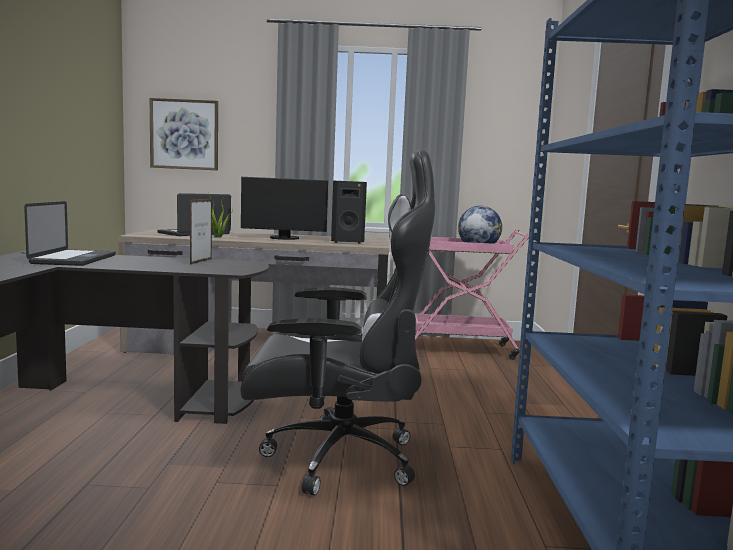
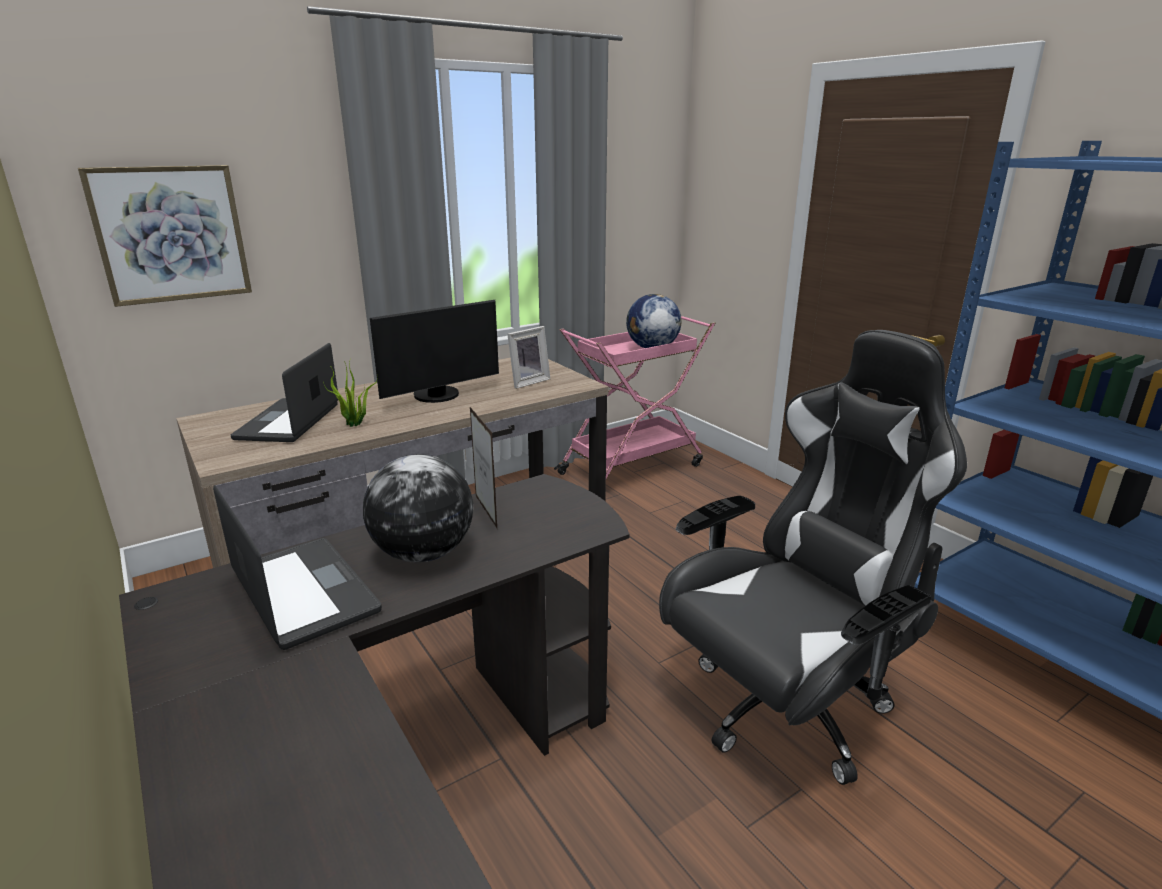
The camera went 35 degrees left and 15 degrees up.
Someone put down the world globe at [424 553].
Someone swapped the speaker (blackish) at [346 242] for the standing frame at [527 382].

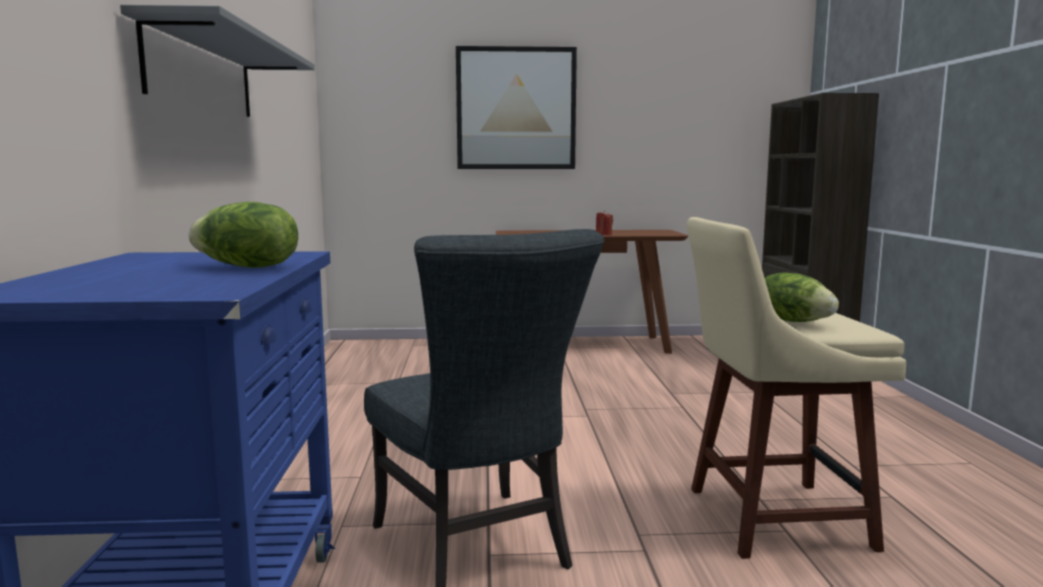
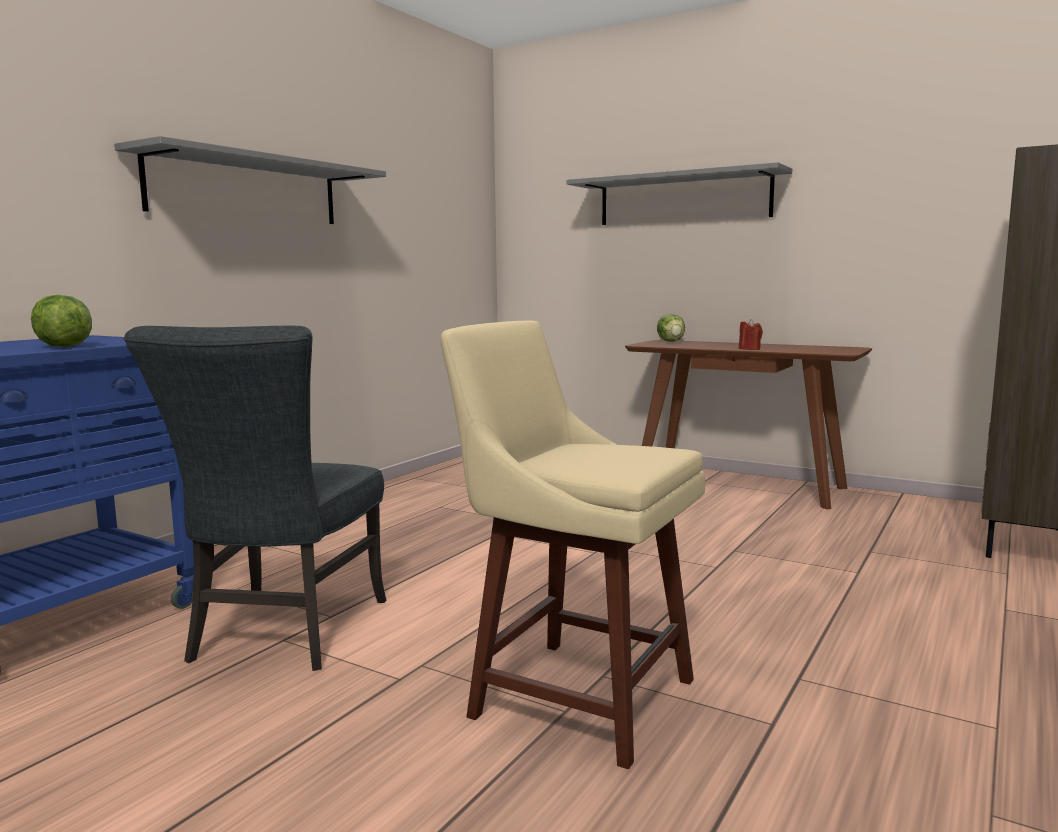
The camera went 35 degrees right and 0 degrees up.
Someone swapped the wall picture at [516 109] for the wall shelf (greyish) at [683 199].
Someone carried the head of lettuce from [793 321] to [672 341].

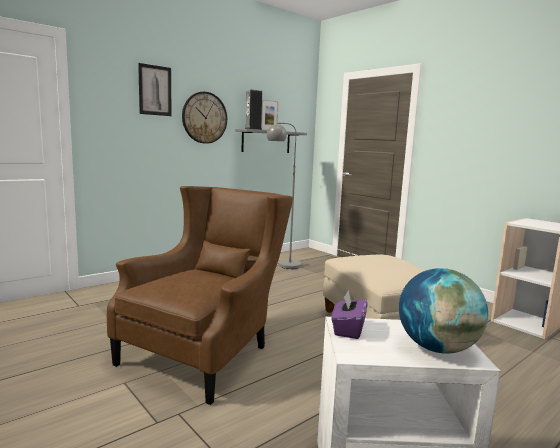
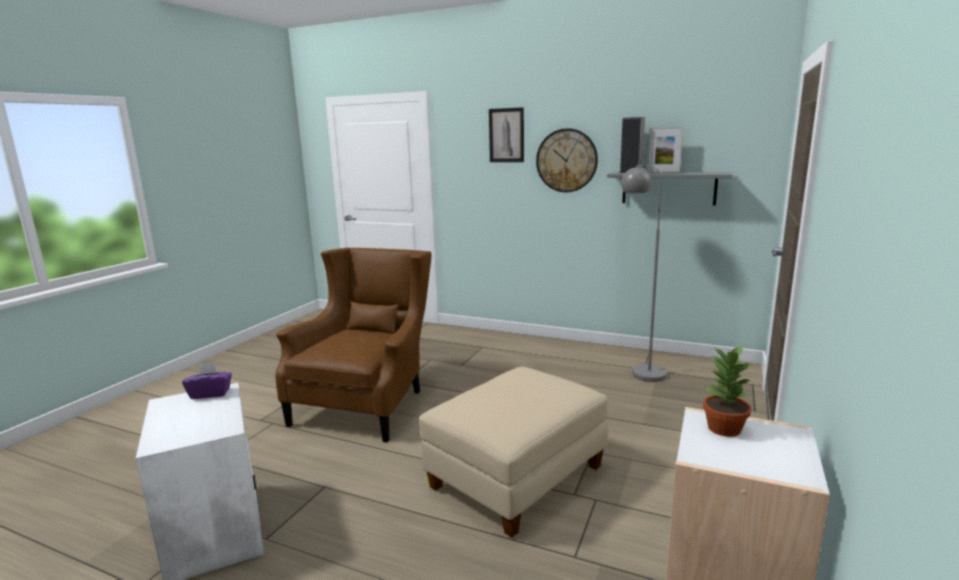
The camera went 65 degrees right and 5 degrees up.
Someone rotated the armchair (brownish) at [206 352] by 75 degrees counterclockwise.
Someone put down the potted plant at [723 428].
Someone took away the world globe at [437 348].

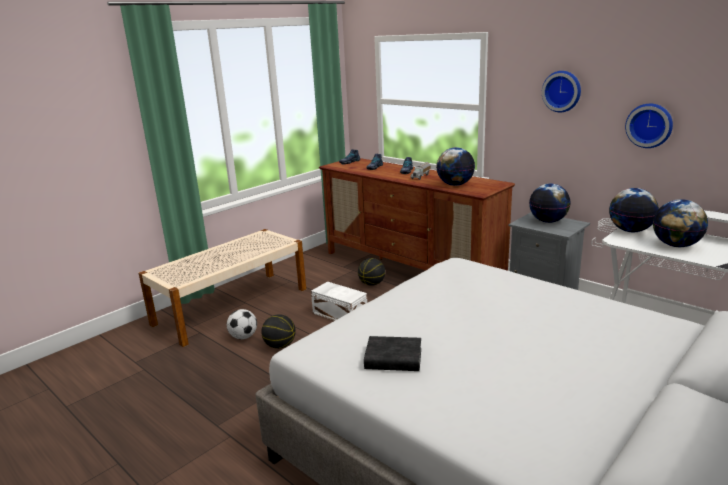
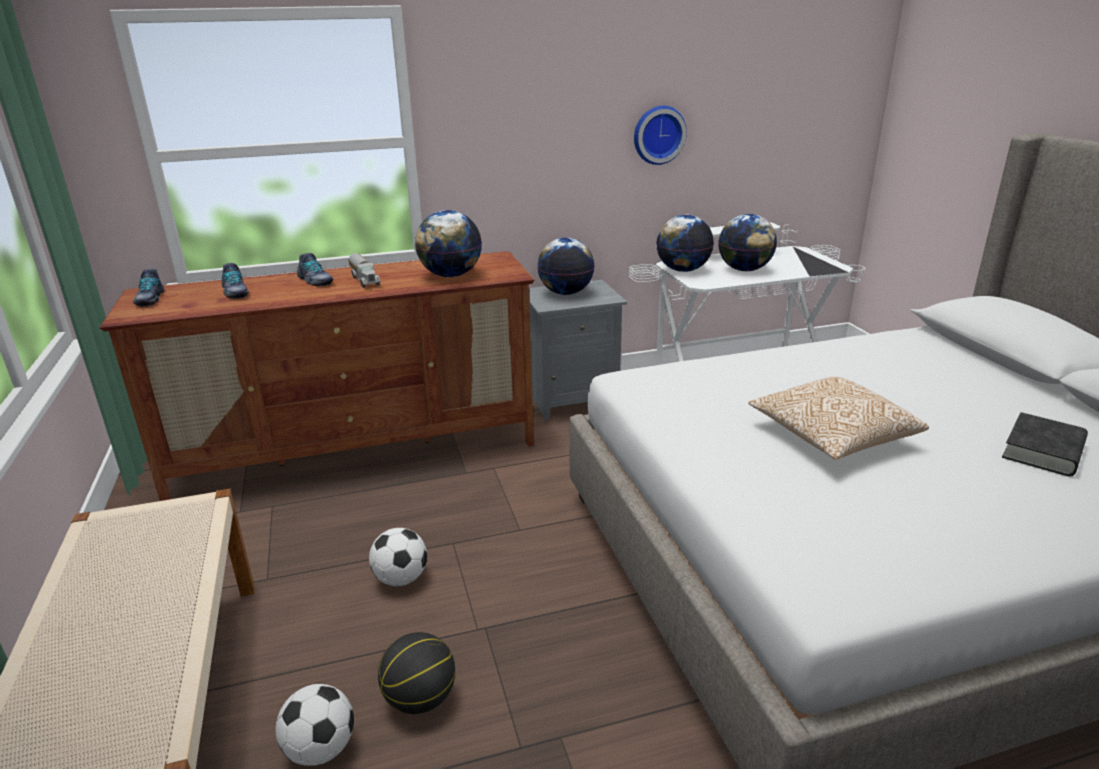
The camera went 60 degrees left and 5 degrees up.
Someone swapped the storage bin (white-coloured) at [340 314] for the football at [401 578].
Someone put down the pillow at [831 437].
Someone carried the book (blackish) from [393 359] to [1043 451].
Someone took away the basketball ball at [372 284].
Someone took away the wall clock at [562 91].

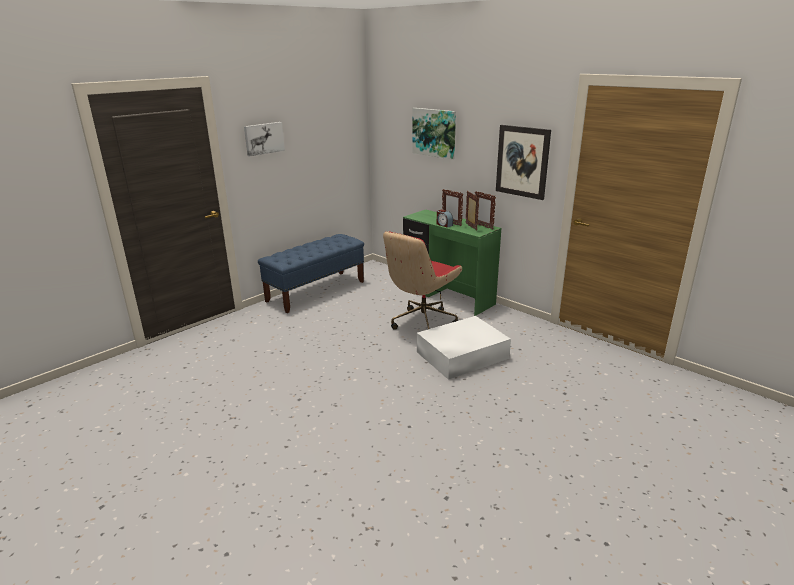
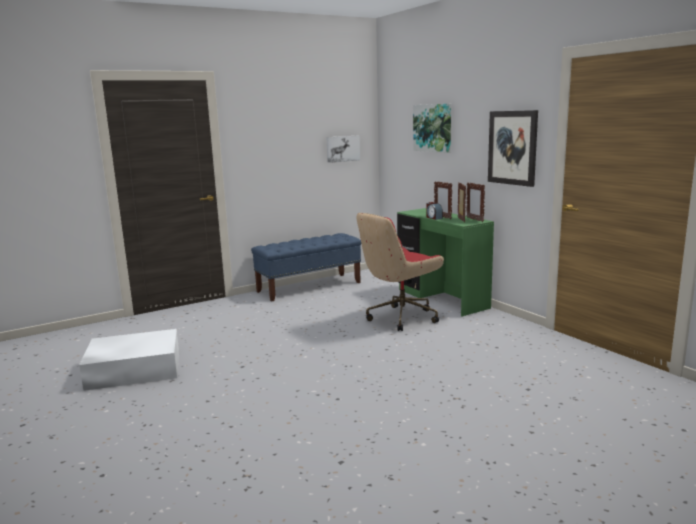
The camera went 15 degrees right and 10 degrees down.
Someone carried the storage bin (white-coloured) from [461 355] to [133 369].
Someone carried the wall picture from [263 138] to [342 148].

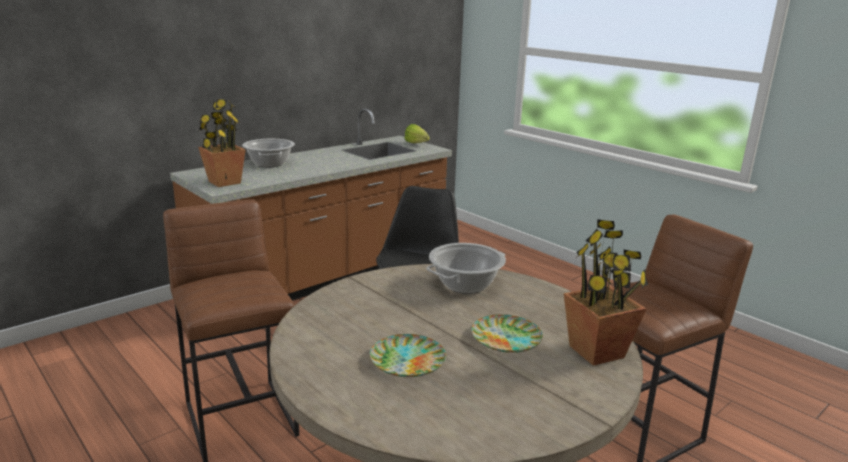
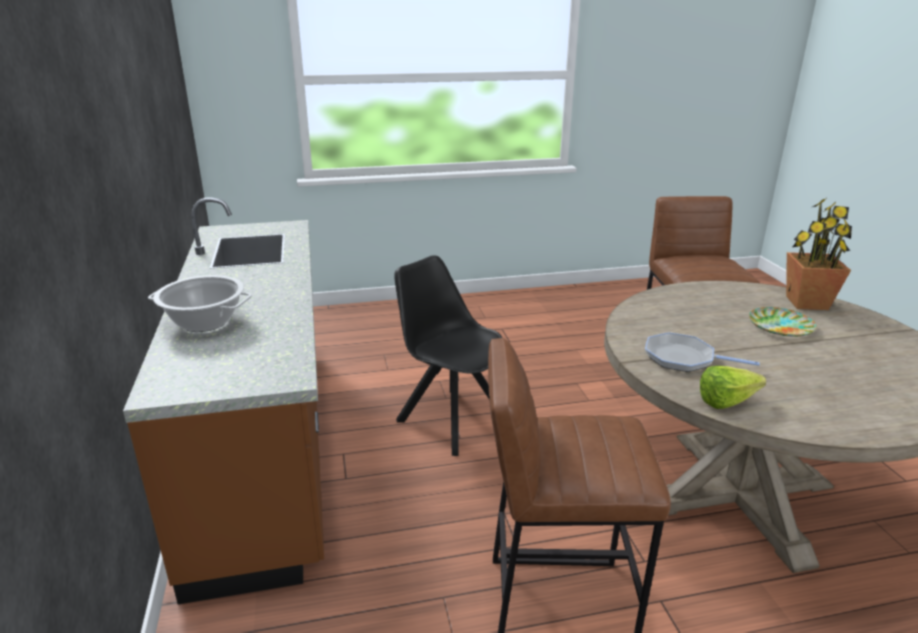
The camera went 60 degrees left and 5 degrees up.
Someone put down the pan at [683 358].
Someone carried the head of lettuce from [418 144] to [732 402].
Someone took away the potted plant at [224 182].
Someone took away the dinner plate at [407 360].
Someone took away the cooking pot at [465 284].

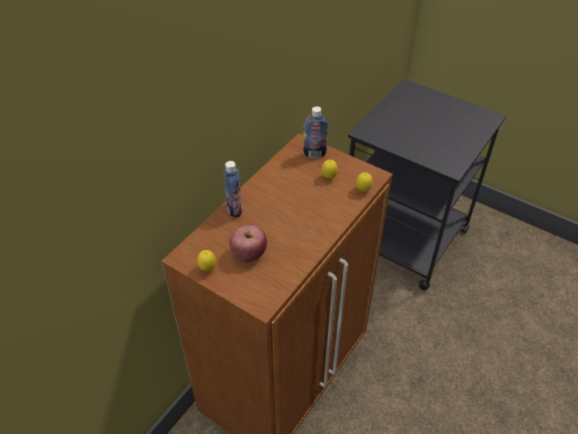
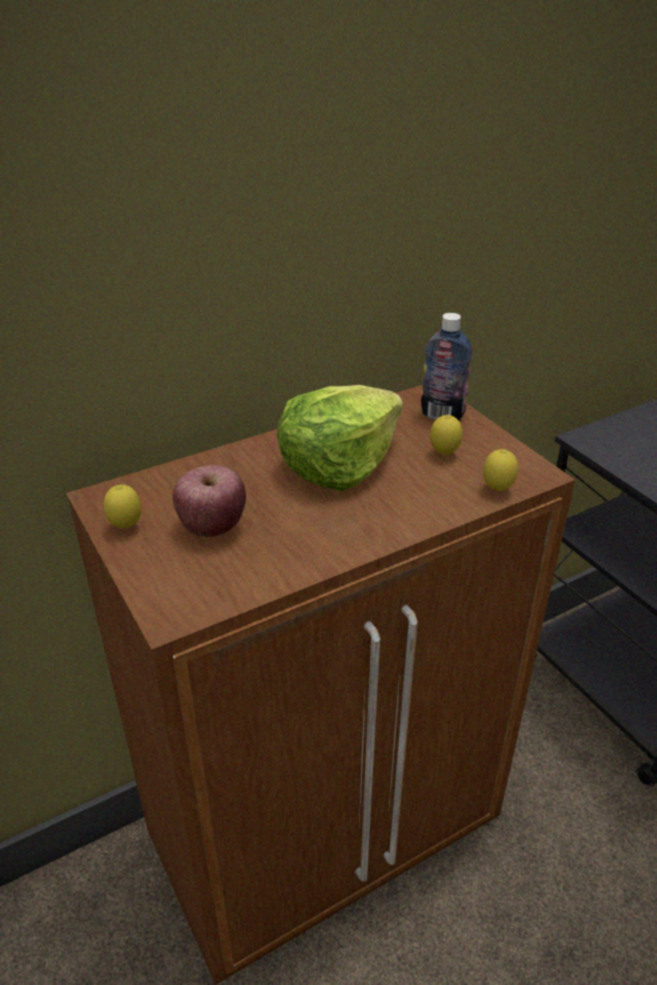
The camera went 25 degrees right and 10 degrees down.
Someone put down the head of lettuce at [339 464].
Someone took away the drink bottle at [234 209].

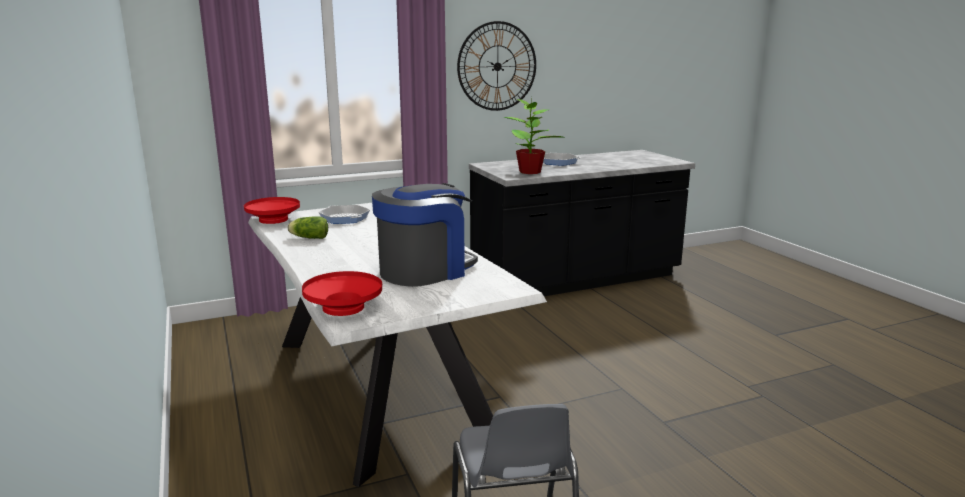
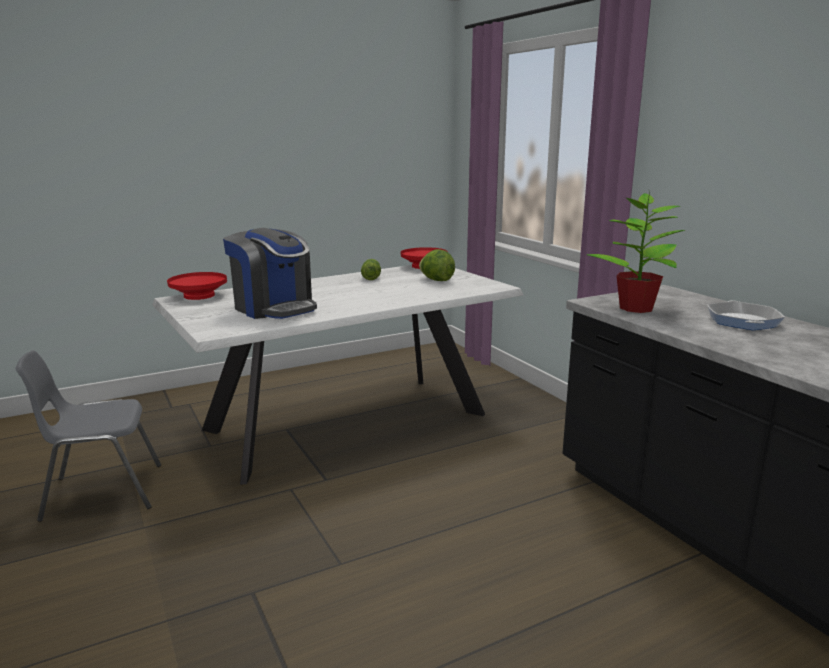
The camera went 85 degrees right and 0 degrees up.
Someone swapped the pan at [344 218] for the head of lettuce at [436 280].
Someone took away the wall clock at [497 66].

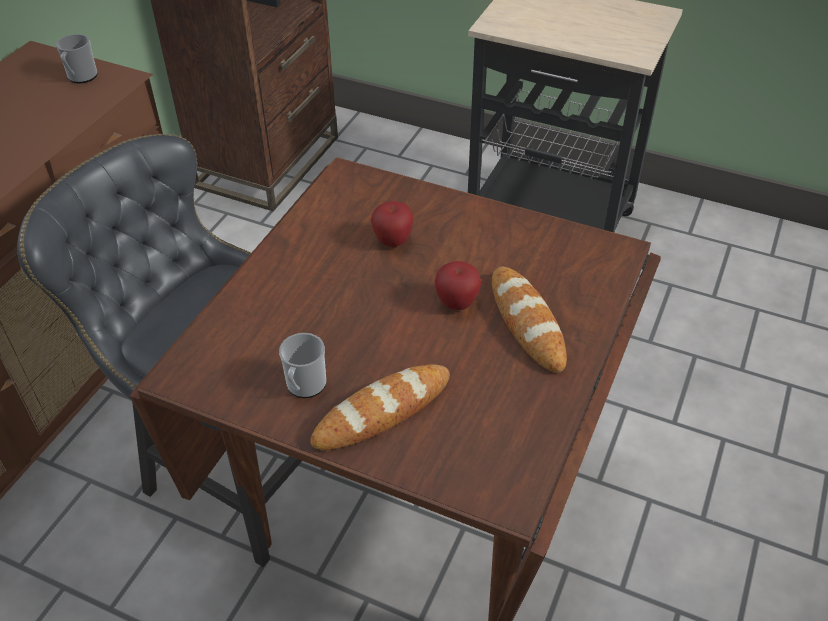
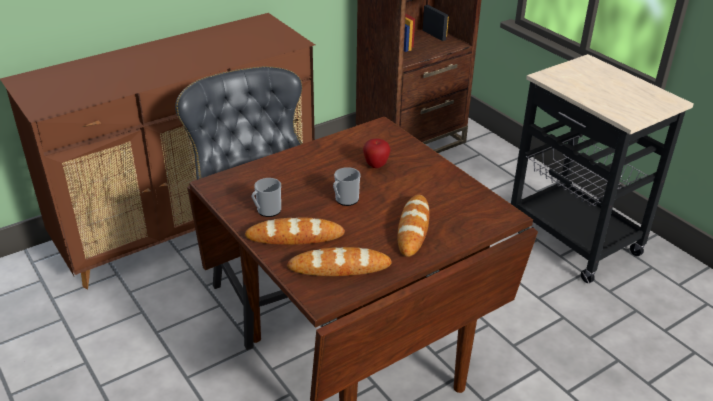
The camera went 30 degrees right and 10 degrees down.
Someone put down the bakery bread at [339 267].
Someone carried the tea mug from [81 77] to [345 200].
Someone took away the apple at [457 303].

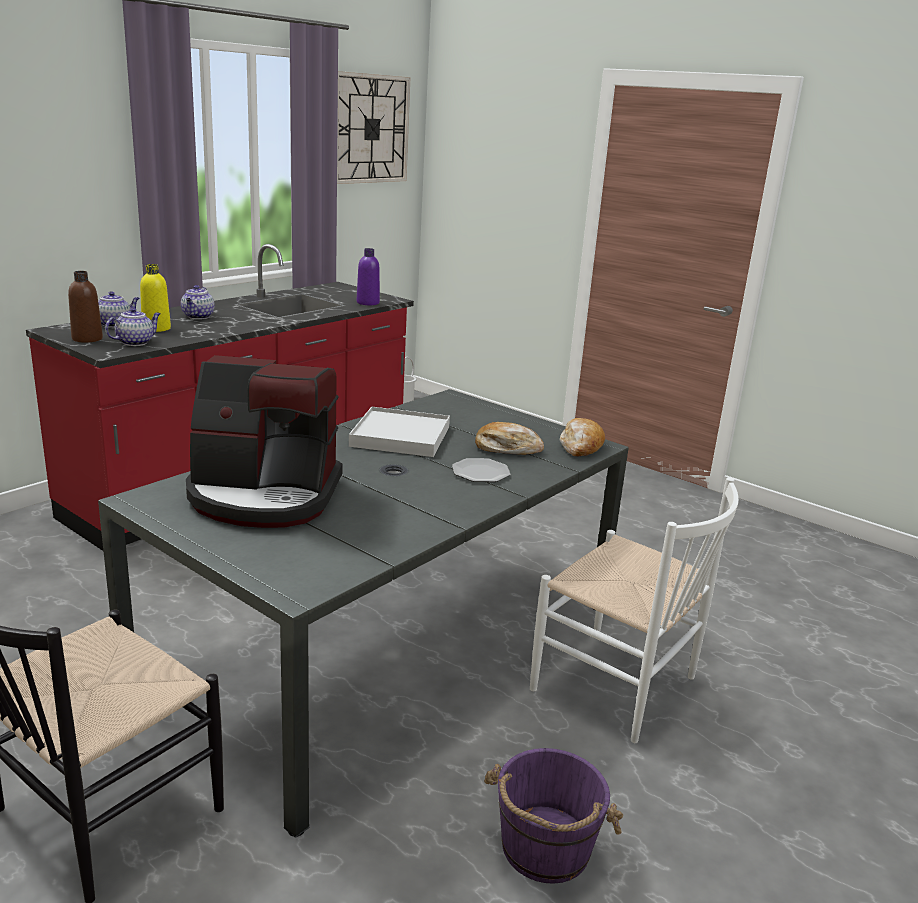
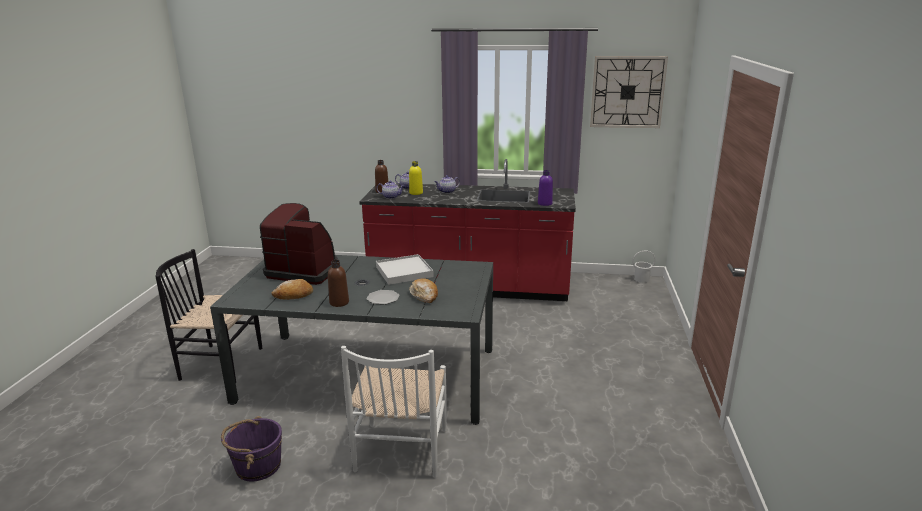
The camera went 60 degrees right and 0 degrees up.
Someone rotated the coffee maker at [264 496] by 135 degrees clockwise.
Someone carried the bakery bread from [581 446] to [294 295].
Someone put down the drink bottle (brownish) at [339 302].

